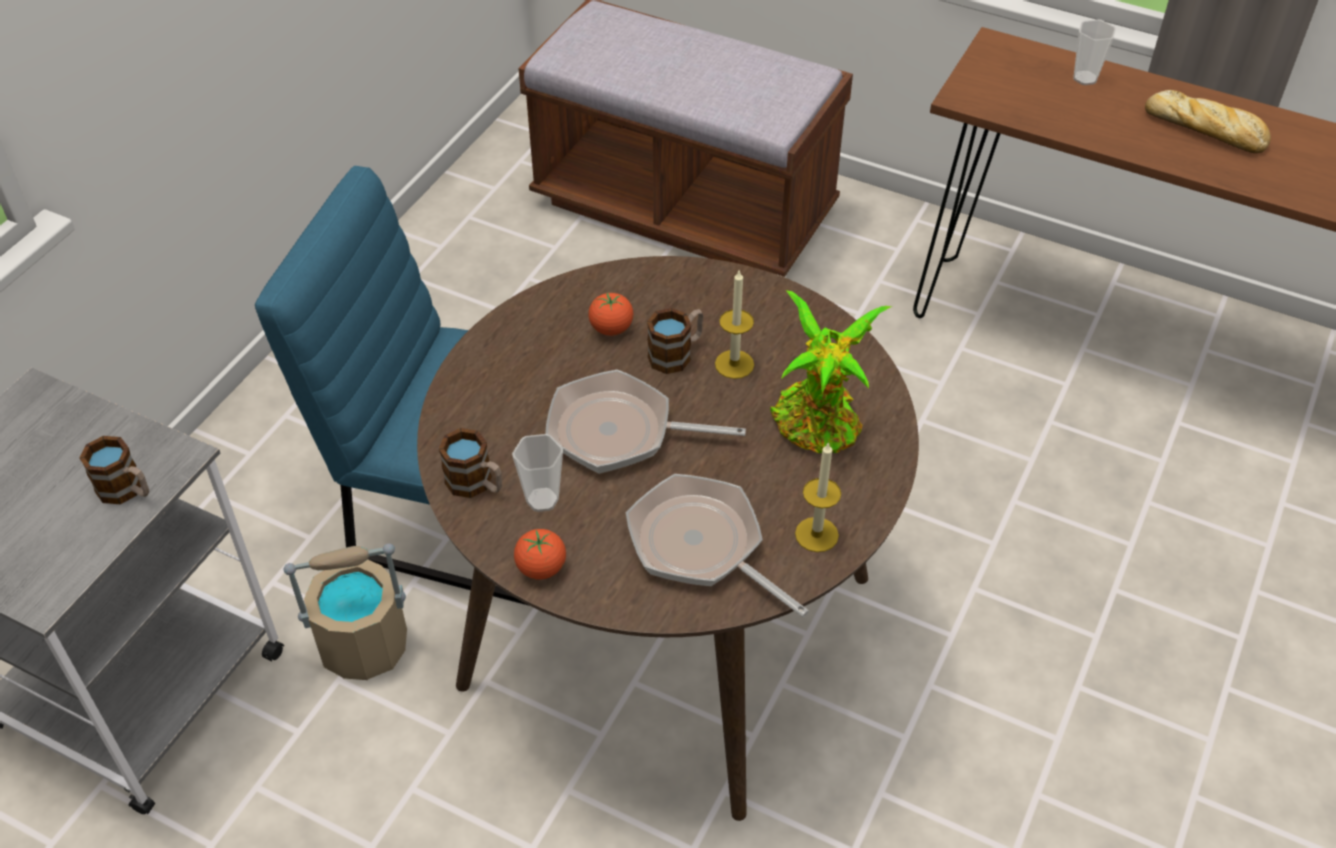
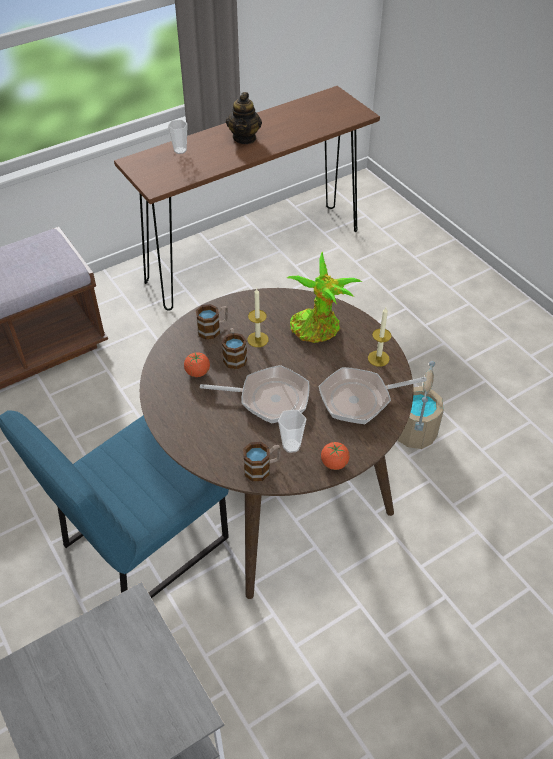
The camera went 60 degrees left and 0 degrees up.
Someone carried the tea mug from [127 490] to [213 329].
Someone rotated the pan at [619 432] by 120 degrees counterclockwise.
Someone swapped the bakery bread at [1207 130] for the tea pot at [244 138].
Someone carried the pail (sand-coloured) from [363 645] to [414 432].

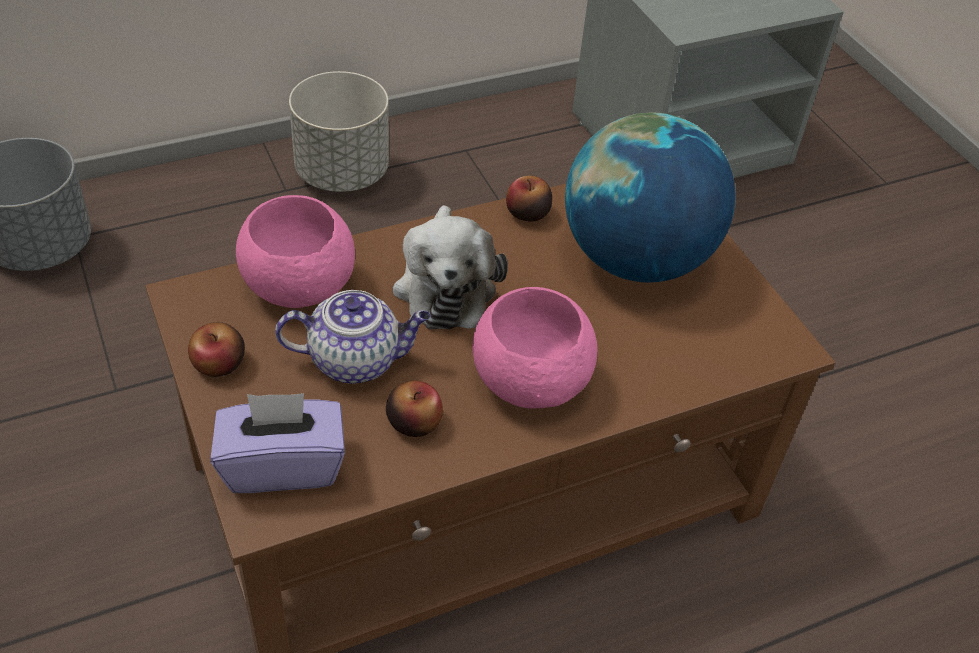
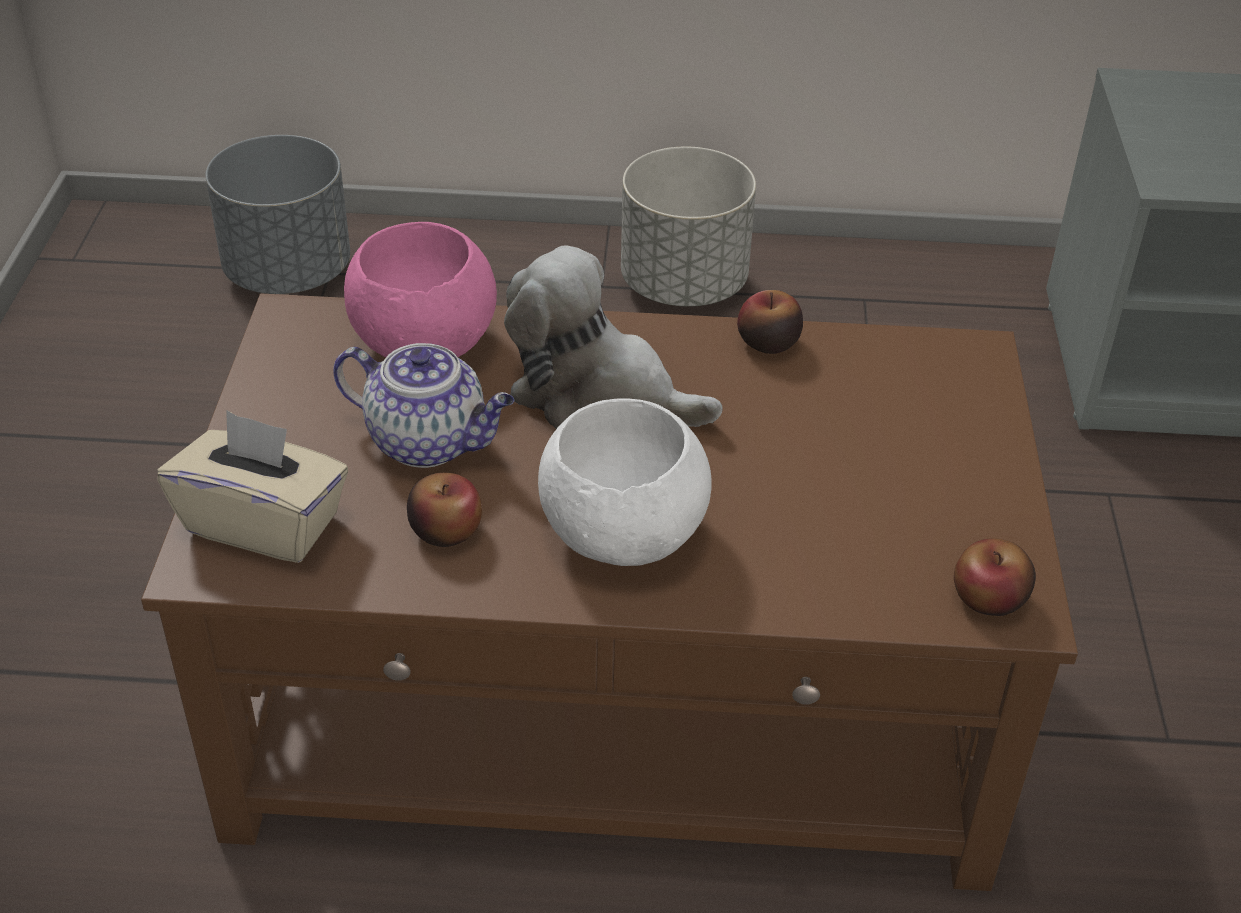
The camera went 30 degrees right and 5 degrees down.
Someone repainted the tissue box (purple) at [282 465], which became the tissue box (sand-coloured) at [264 523].
Someone rotated the plush toy at [445 286] by 90 degrees clockwise.
Someone repainted the deep dish (pink-coloured) at [527 381], which became the deep dish (white-coloured) at [619 532].
Someone carried the apple from [219 364] to [989 599].
Someone took away the world globe at [635 259].

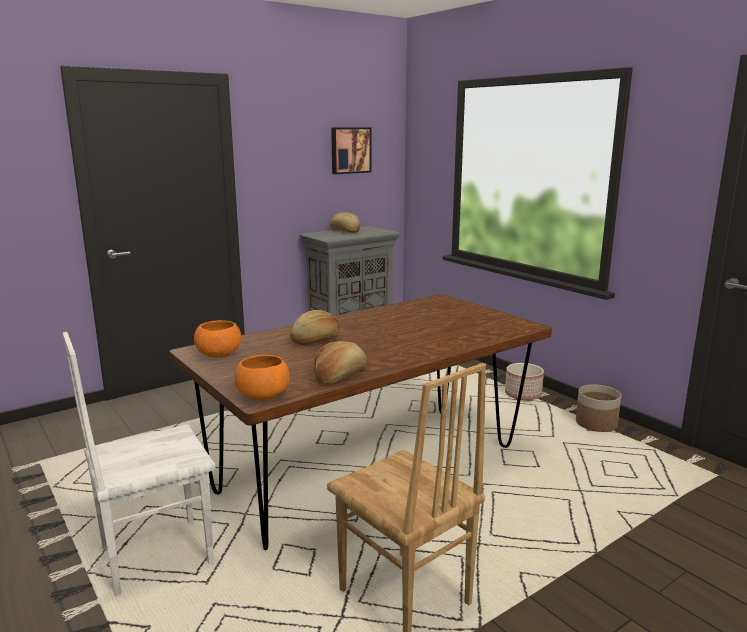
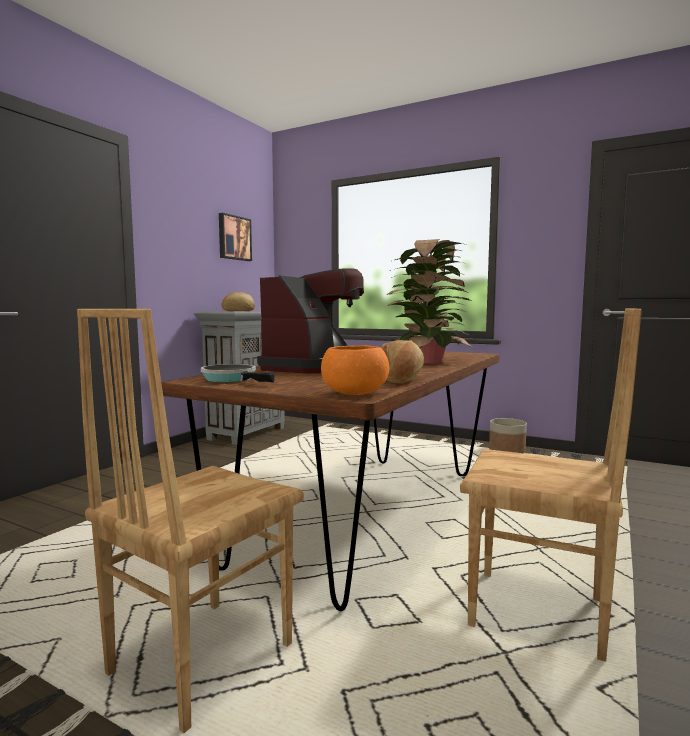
The camera went 25 degrees left and 10 degrees down.
Someone repainted the upright chair (white-coloured) at [155 555], which became the upright chair (brownish) at [199 659].
Someone swapped the deep dish (orange) at [219 354] for the pan at [232 379].
Someone swapped the bakery bread at [316 340] for the coffee maker at [318 367].
Someone put down the potted plant at [427 362].
Someone took away the planter at [523 395].

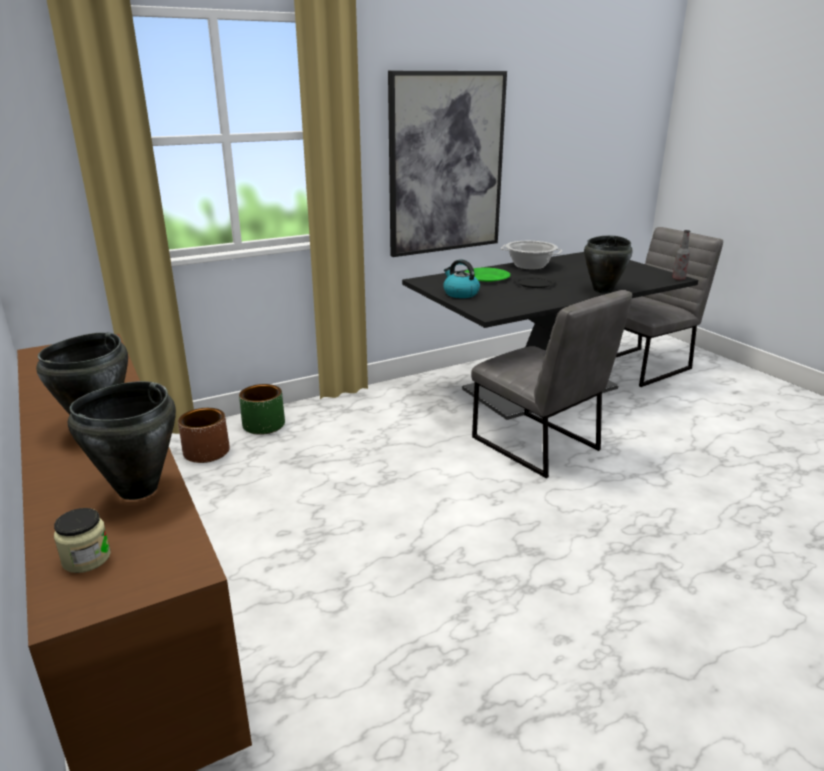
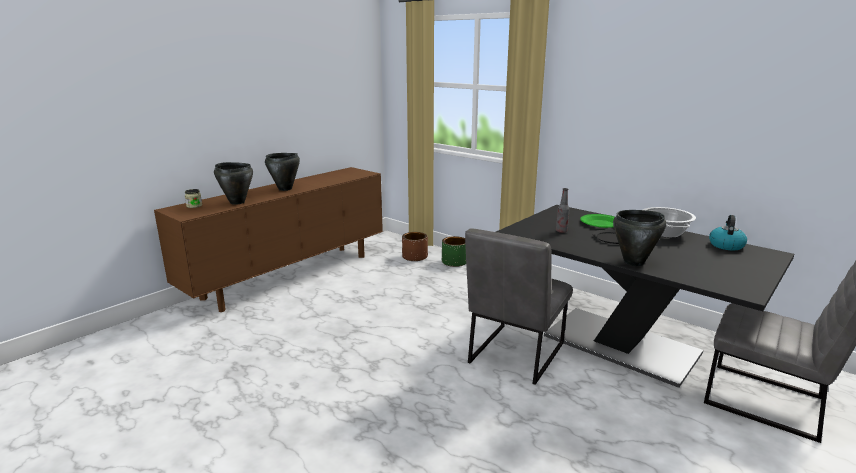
The camera went 70 degrees right and 5 degrees down.
Someone carried the drink bottle from [678 279] to [561 231].
Someone carried the tea kettle from [460 293] to [726 245].
Someone took away the wall picture at [446 164].

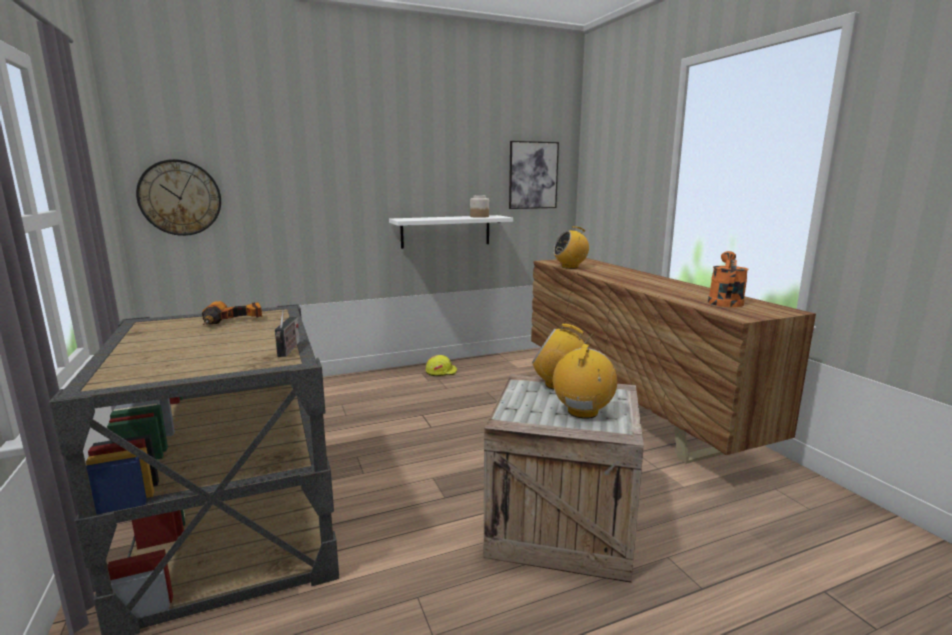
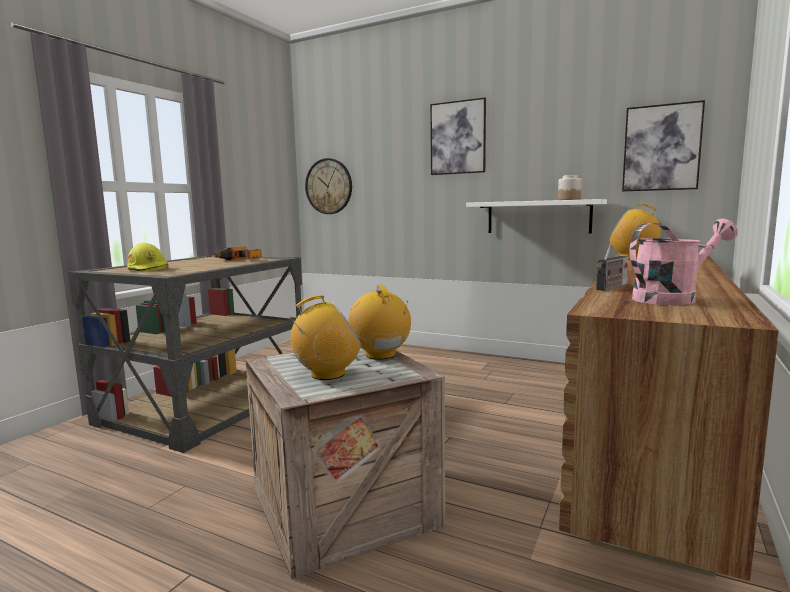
The camera went 50 degrees right and 5 degrees down.
Someone carried the work helmet (yellow) from [441 372] to [149 269].
Someone put up the wall picture at [458 138].
Someone carried the radio from [289 350] to [611 287].
Someone repainted the watering pot (orange) at [724 301], which became the watering pot (pink-coloured) at [672 298].

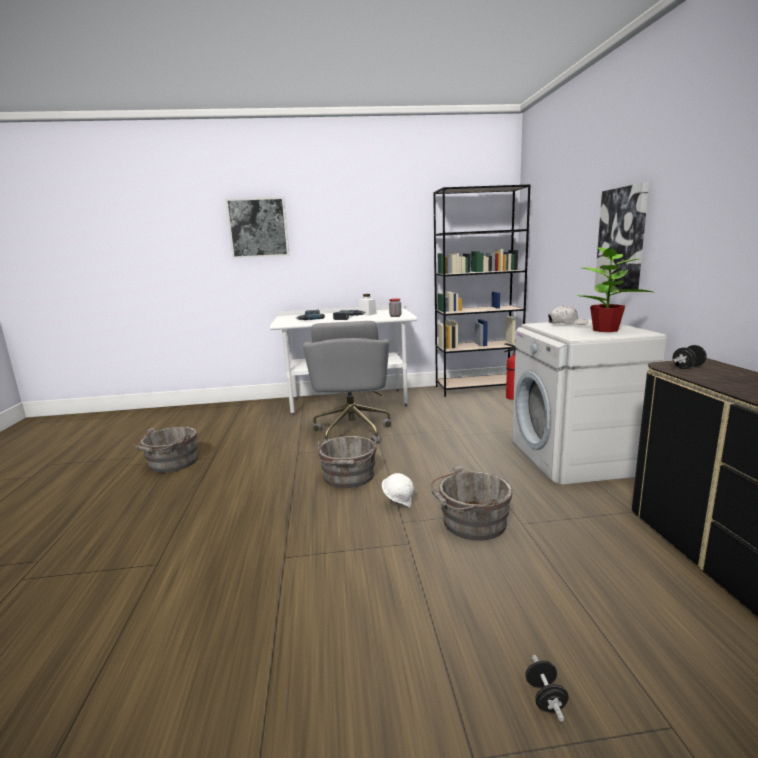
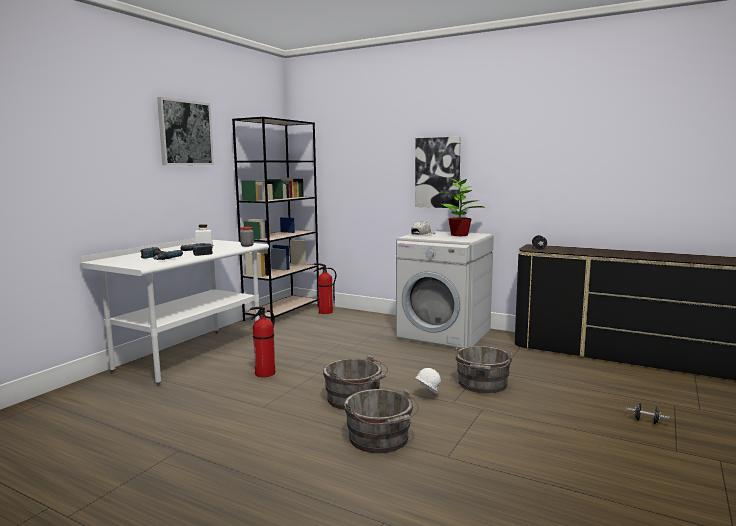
The camera went 55 degrees left and 5 degrees down.
Someone carried the wall picture from [258 228] to [185 133].
Someone swapped the computer chair (greyish) at [352 431] for the fire-fighting cylinder at [265 373].
Someone carried the pail (greyish) from [171 464] to [380 439].

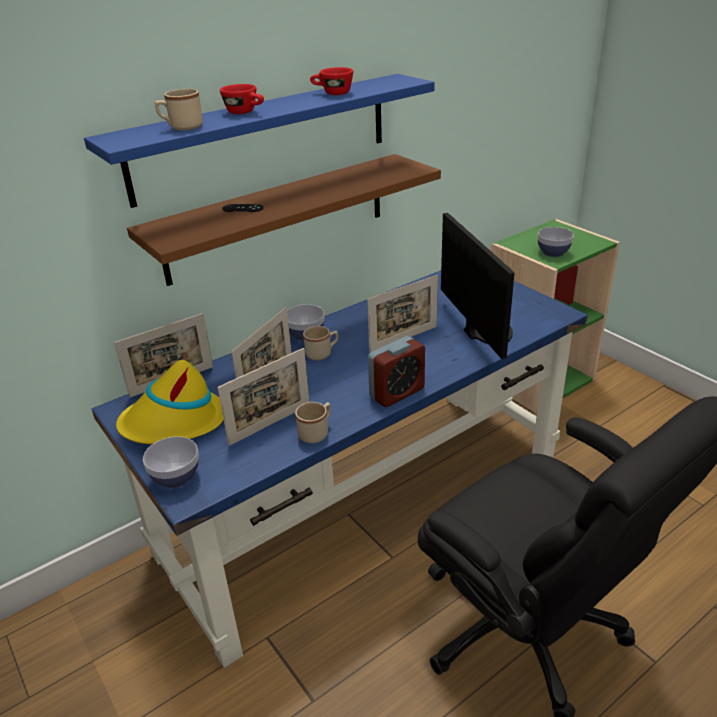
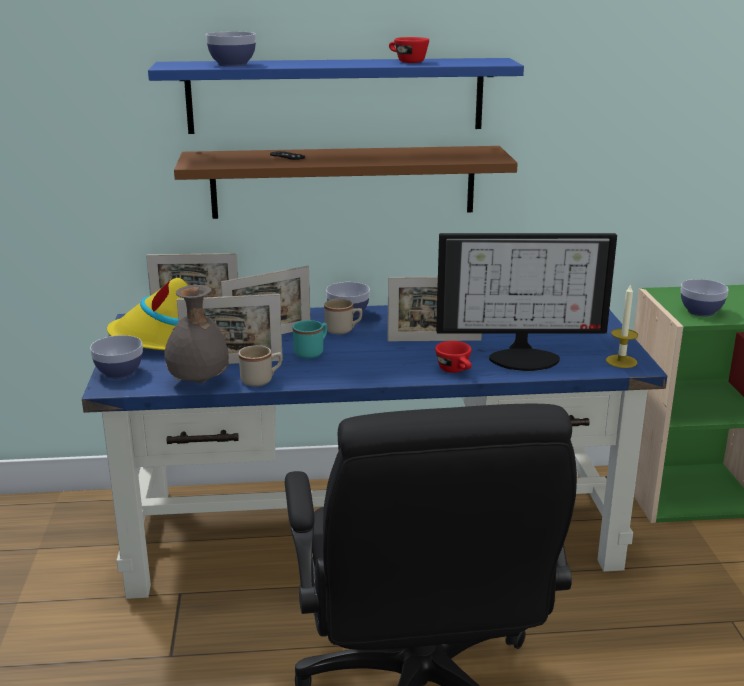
The camera went 30 degrees right and 10 degrees down.
Someone put down the decorative vase (greyish) at [198 382].
Someone swapped the tea mug (sand-coloured) at [181 127] for the deep dish at [232 64].
Someone put down the tea mug (turquoise-coloured) at [312 352].
Someone carried the drinking cup (red-coloured) from [245 112] to [456 370].
Someone rotated the computer screen at [483 331] by 75 degrees clockwise.
Someone put down the wax light at [621 361].
Someone took away the table clock at [397 393].

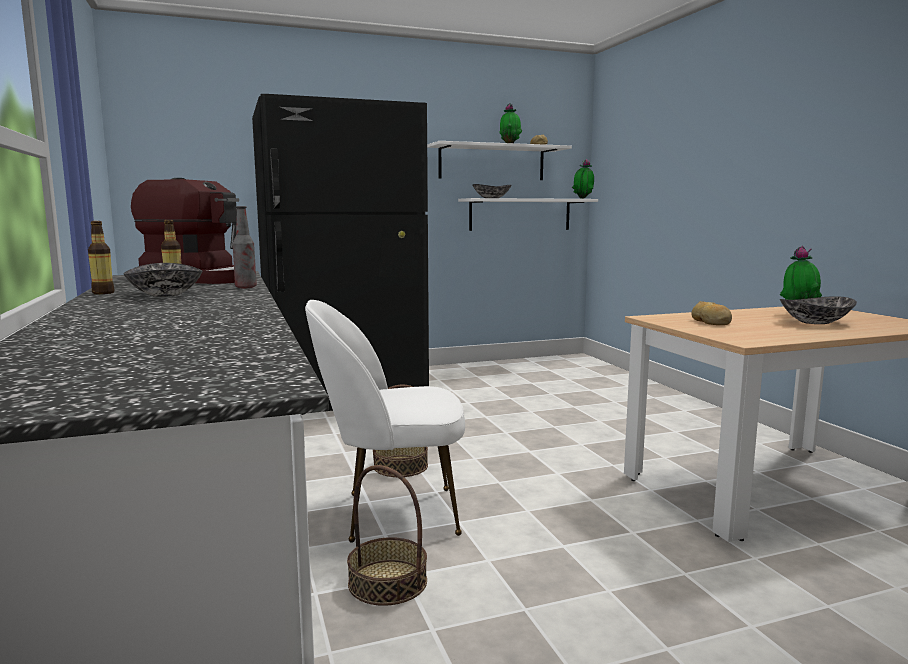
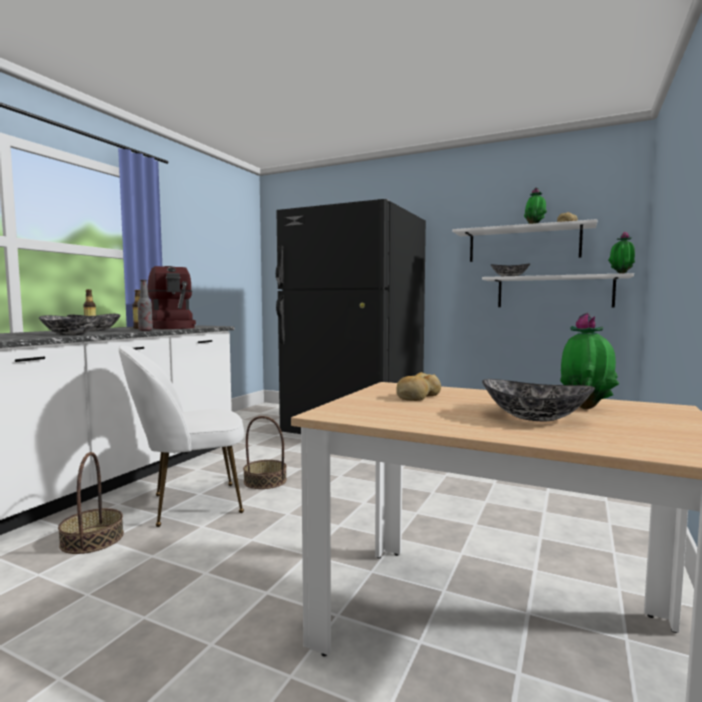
The camera went 45 degrees right and 5 degrees down.
Someone put down the deep dish at [70 334].
Someone rotated the upright chair (white-coloured) at [390 514] by 60 degrees counterclockwise.

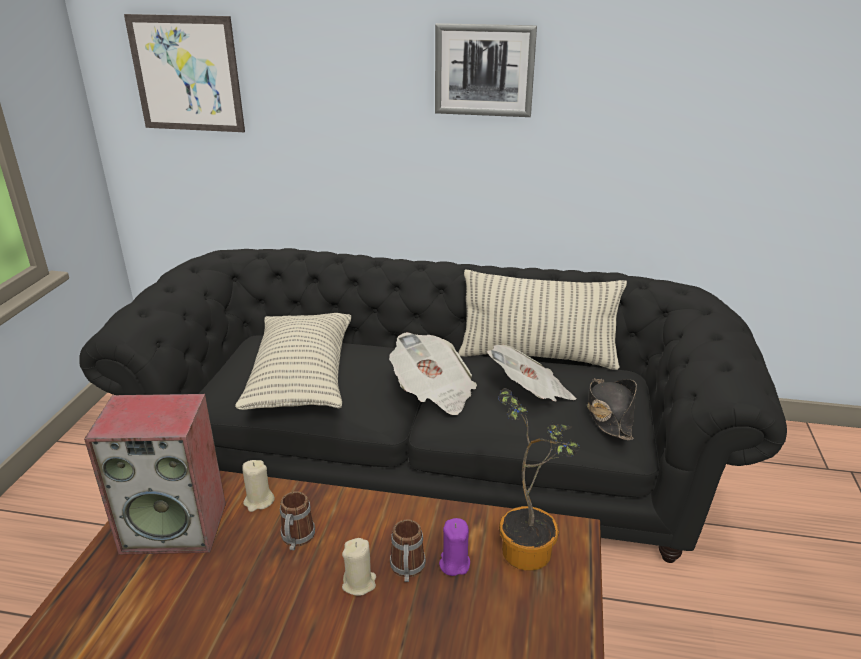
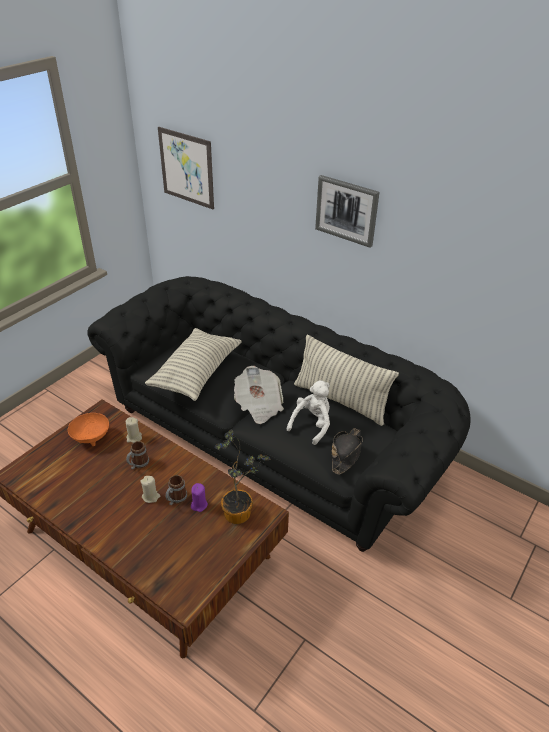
The camera went 25 degrees right and 10 degrees up.
Someone swapped the speaker at [176 527] for the deep dish (orange) at [92 437].
Someone swapped the printed paper at [530 393] for the plush toy (white-coloured) at [312 424].

